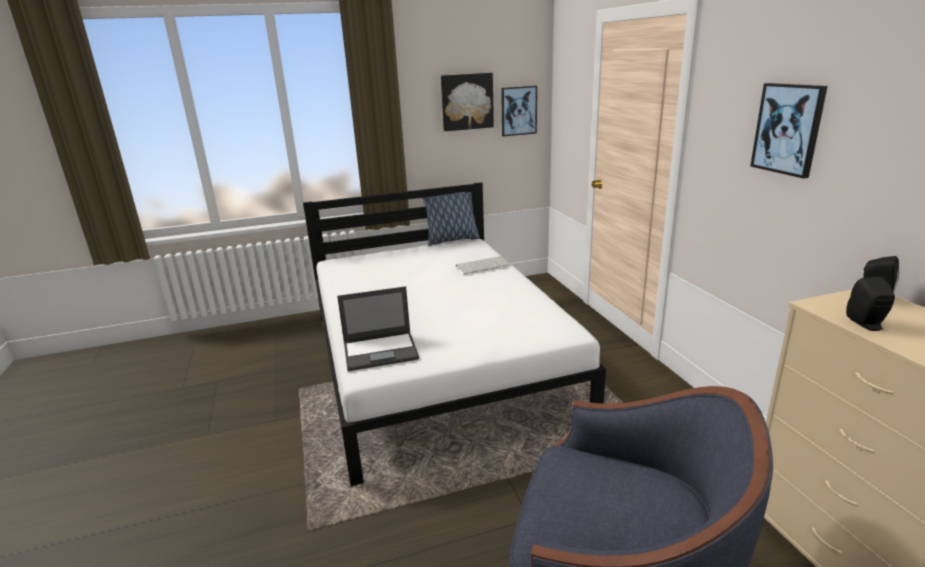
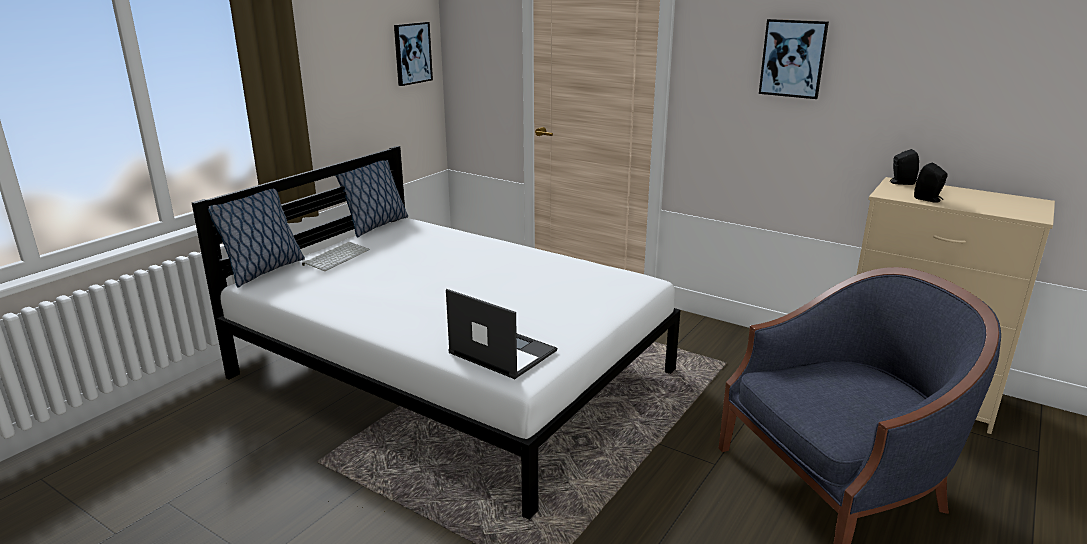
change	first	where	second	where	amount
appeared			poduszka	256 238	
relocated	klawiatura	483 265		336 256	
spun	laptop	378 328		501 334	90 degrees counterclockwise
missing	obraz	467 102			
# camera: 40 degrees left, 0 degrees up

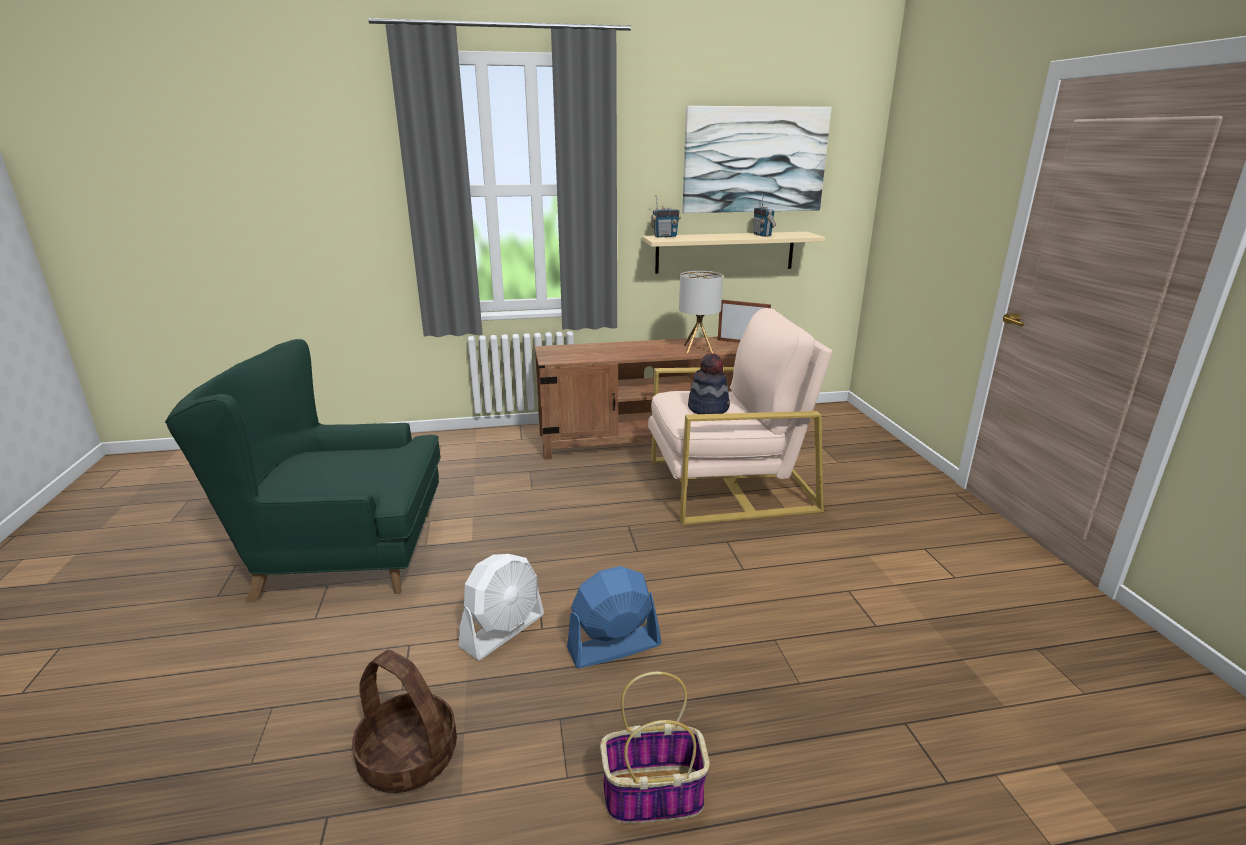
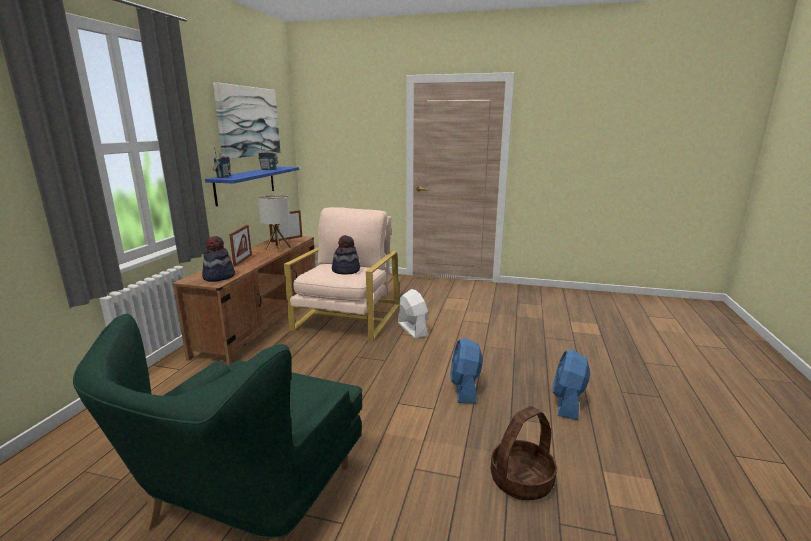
change	first	where	second	where	amount
appeared			kapelusz	218 259	
colour	półka (beżowy)	733 253	półka (niebieski)	252 186	
appeared			ramka na zdjęcie	240 246	
relocated	wentylator (biały)	501 607		413 313	
exchanged	koszyk	655 748	wentylator (niebieski)	571 384	
# camera: 65 degrees left, 5 degrees down

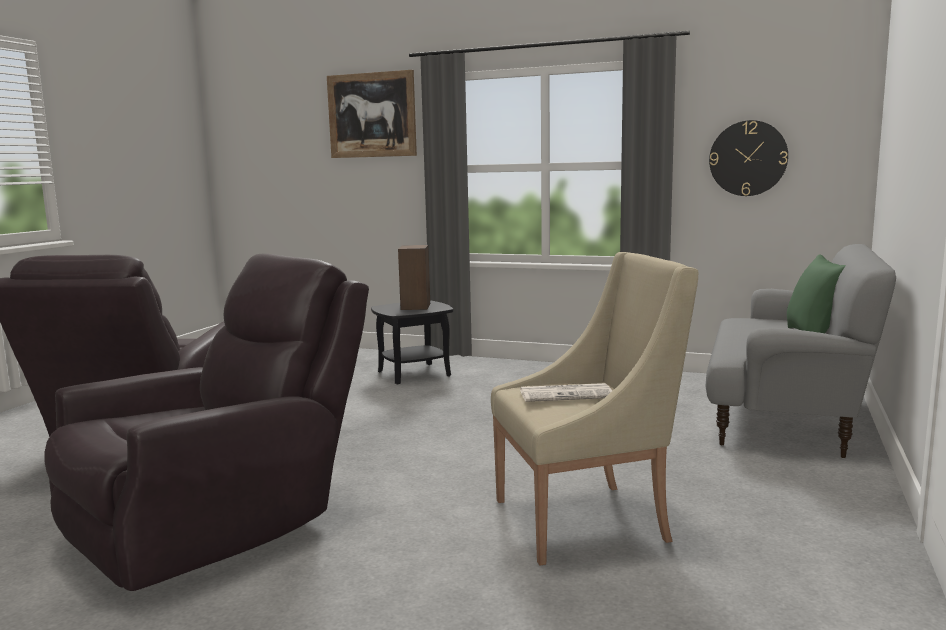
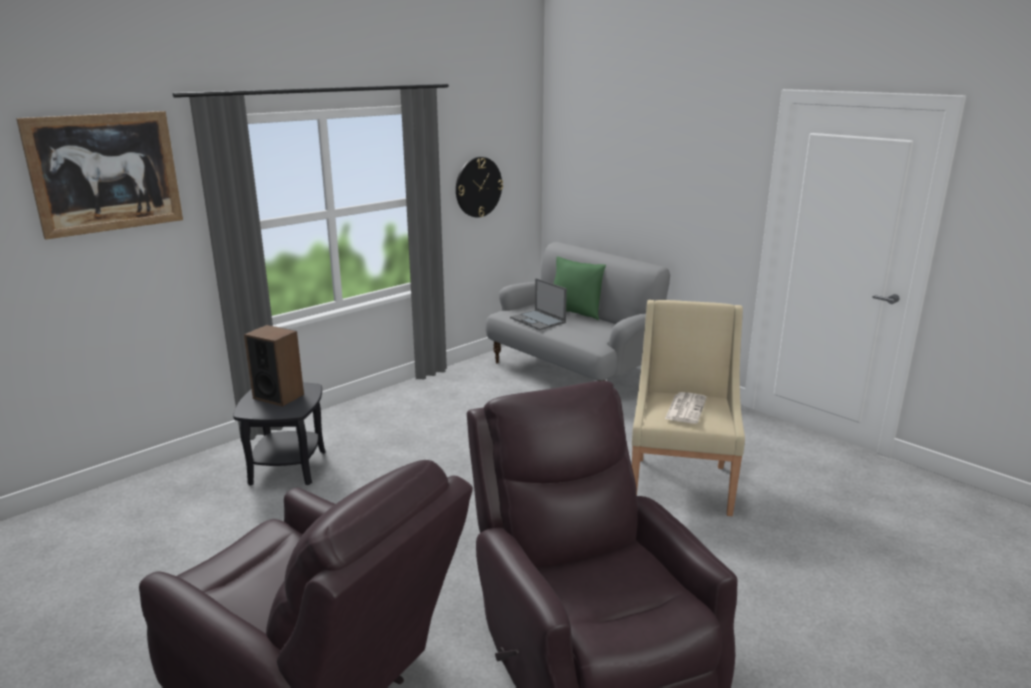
change	first	where	second	where	amount
appeared			laptop	538 304	
# camera: 65 degrees left, 10 degrees up

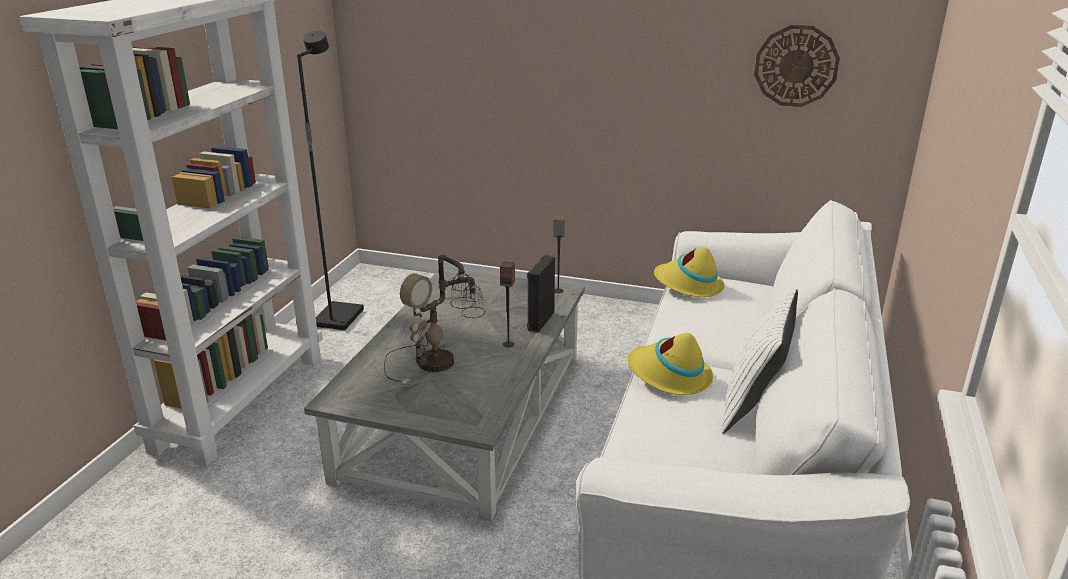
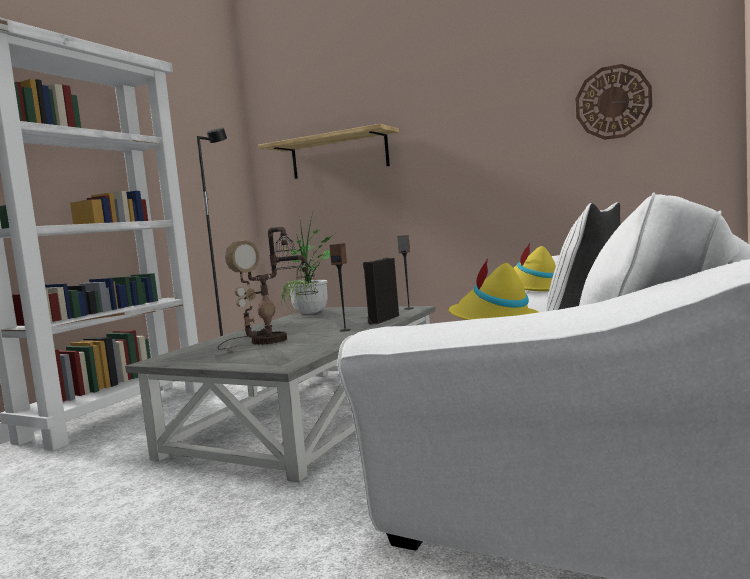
change	first	where	second	where	amount
appeared			półka	329 151	
appeared			roślina doniczkowa	307 261	
# camera: 10 degrees right, 20 degrees down

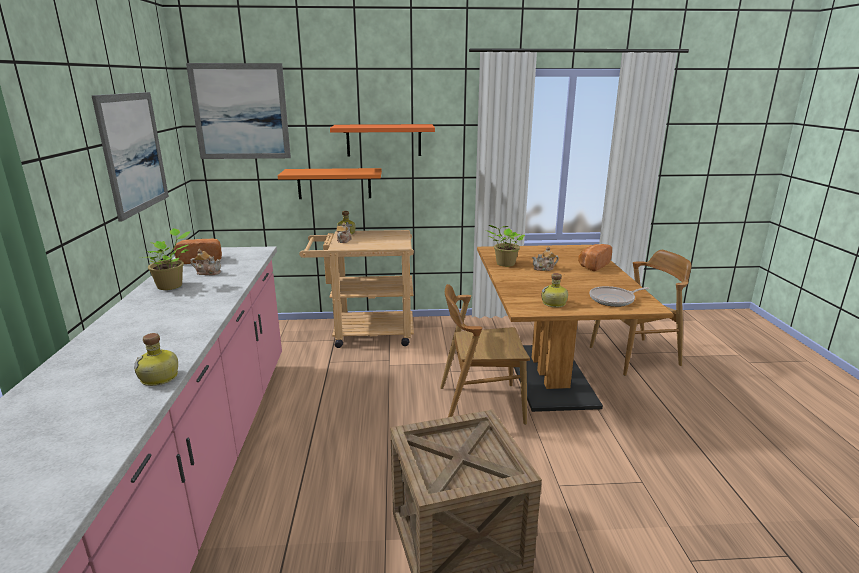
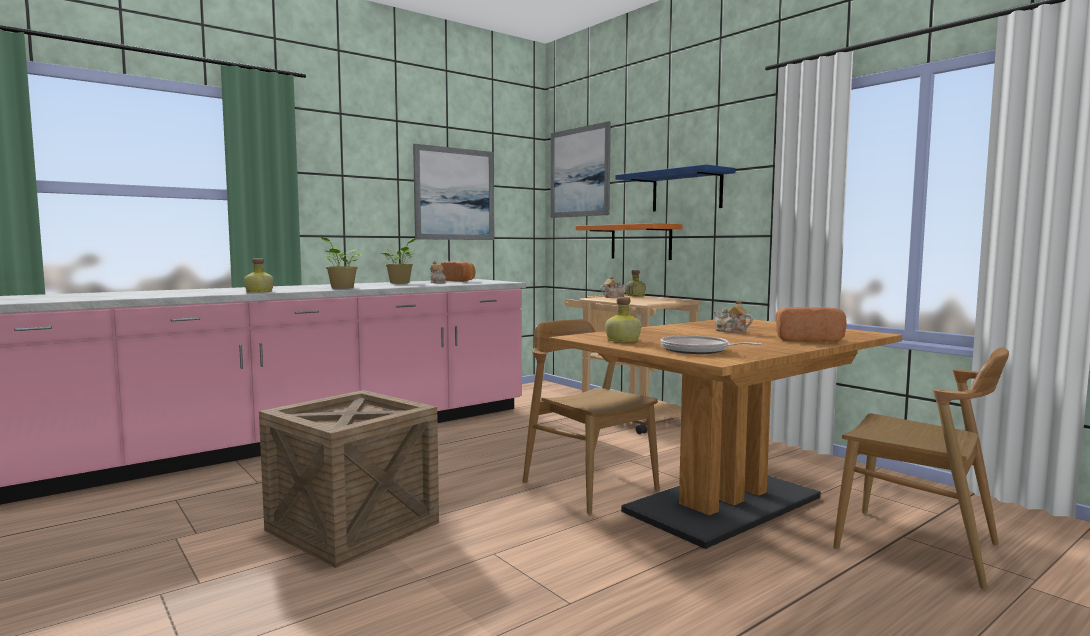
change	first	where	second	where	amount
relocated	roślina doniczkowa	505 246		342 263	
colour	półka (pomarańczowy)	382 140	półka (niebieski)	675 188	
# camera: 55 degrees right, 15 degrees down

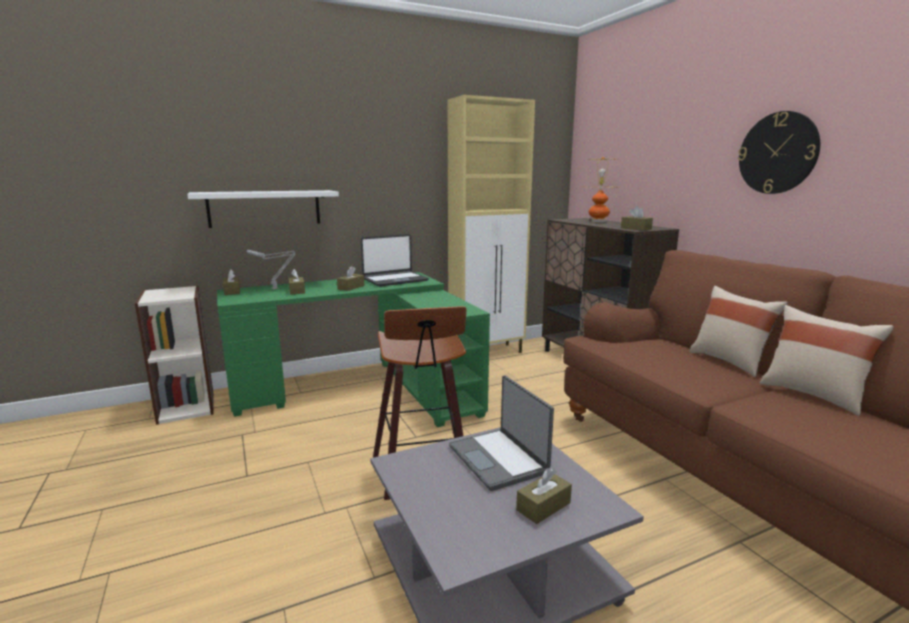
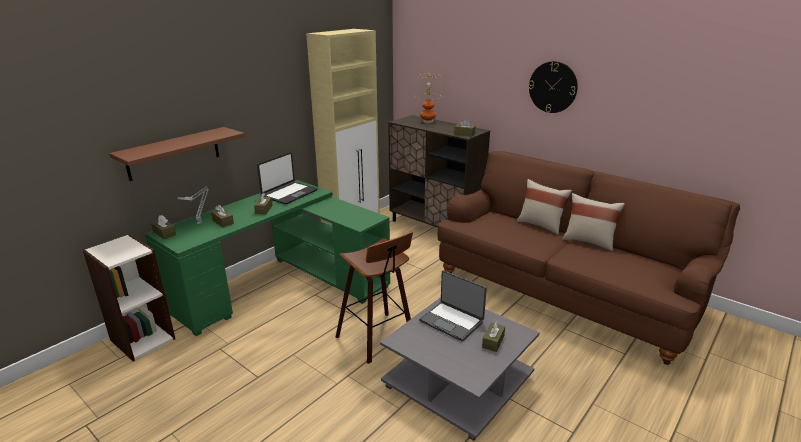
change	first	where	second	where	amount
colour	półka (biały)	263 209	półka (brązowy)	177 154	
# camera: 25 degrees left, 10 degrees up

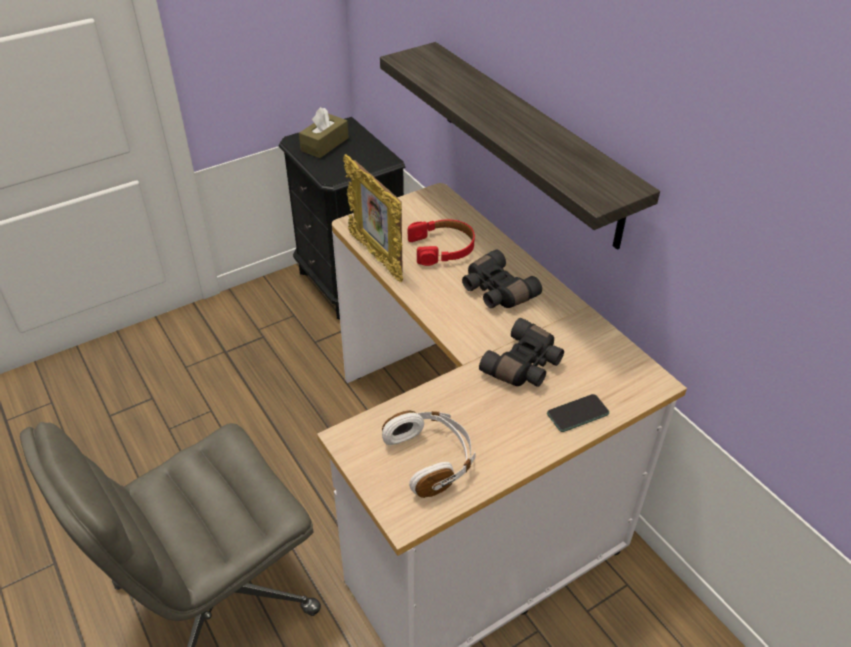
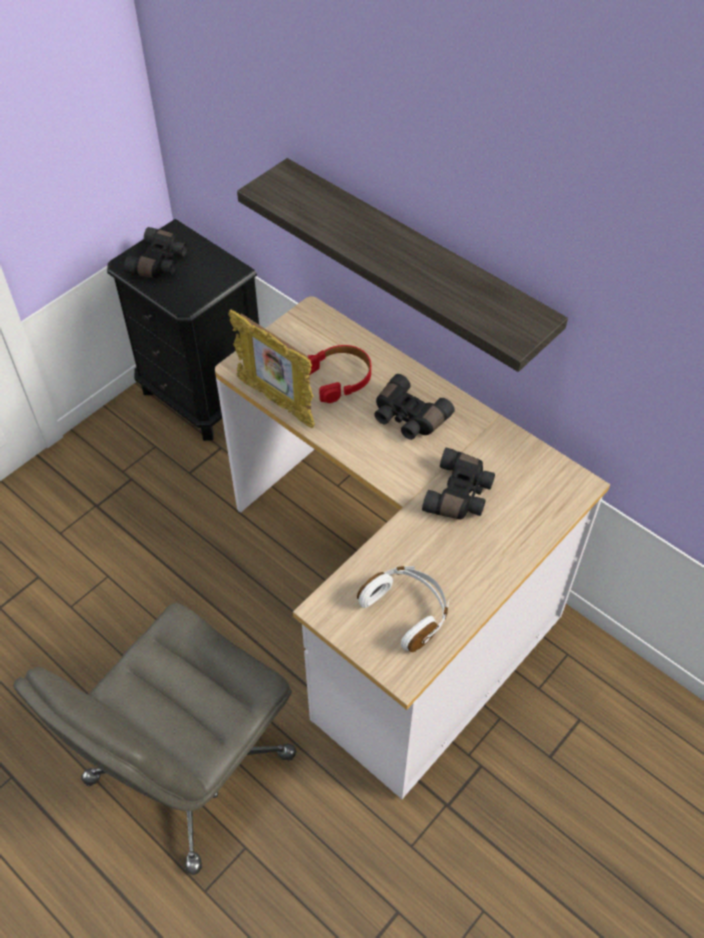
change	first	where	second	where	amount
exchanged	pudełko chusteczek (brązowy)	324 132	lornetka (czarny)	155 252	
missing	telefon	578 413			
# camera: 15 degrees left, 10 degrees up

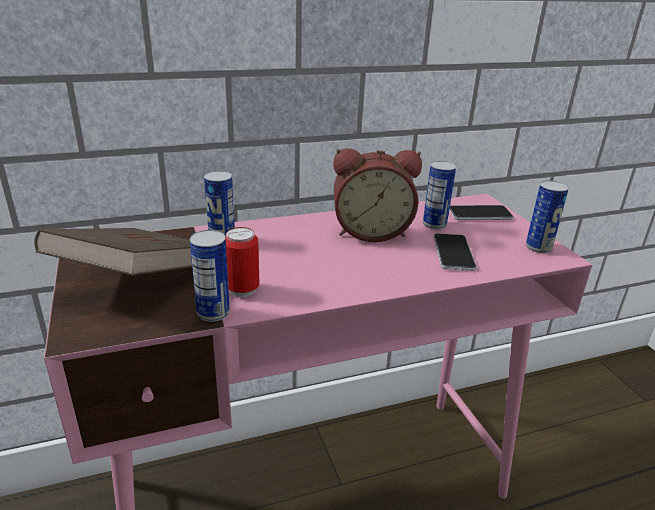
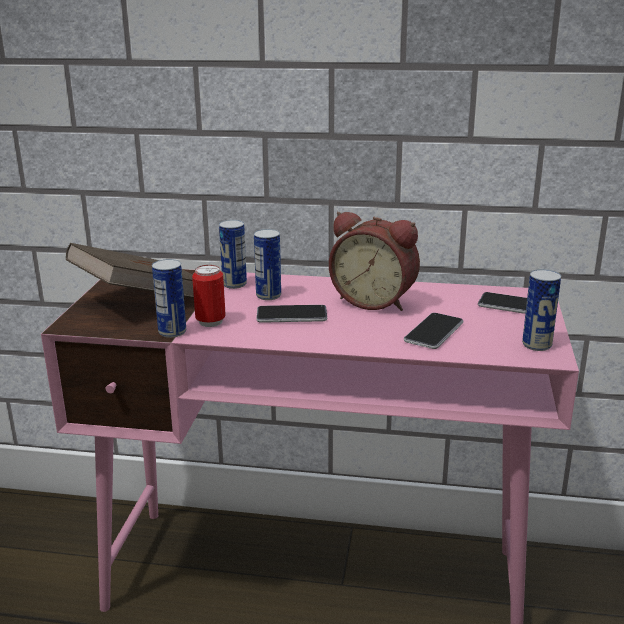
change	first	where	second	where	amount
relocated	puszka	439 195		267 264	
appeared			telefon	291 314	
# camera: 30 degrees right, 5 degrees down

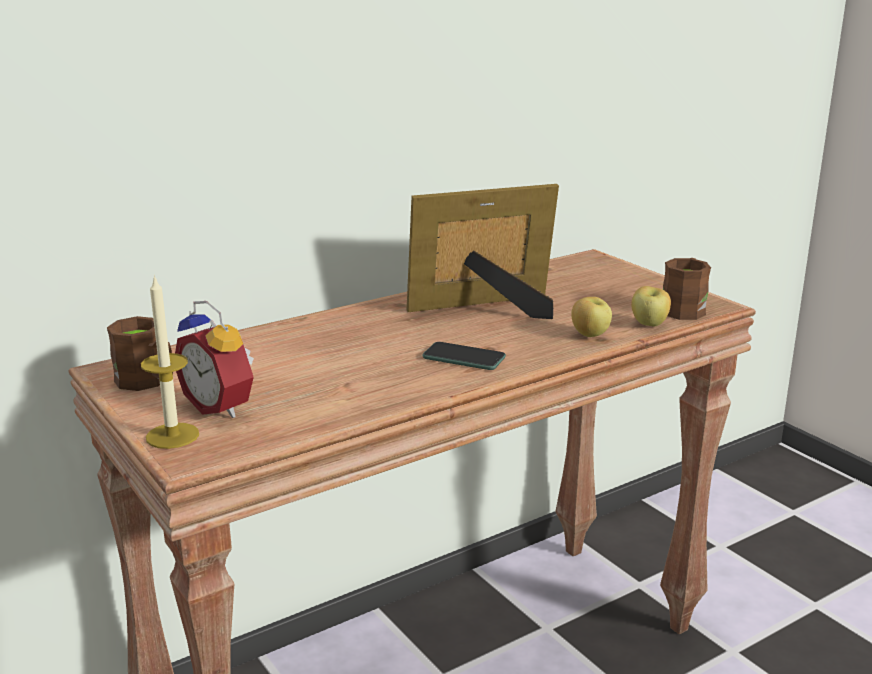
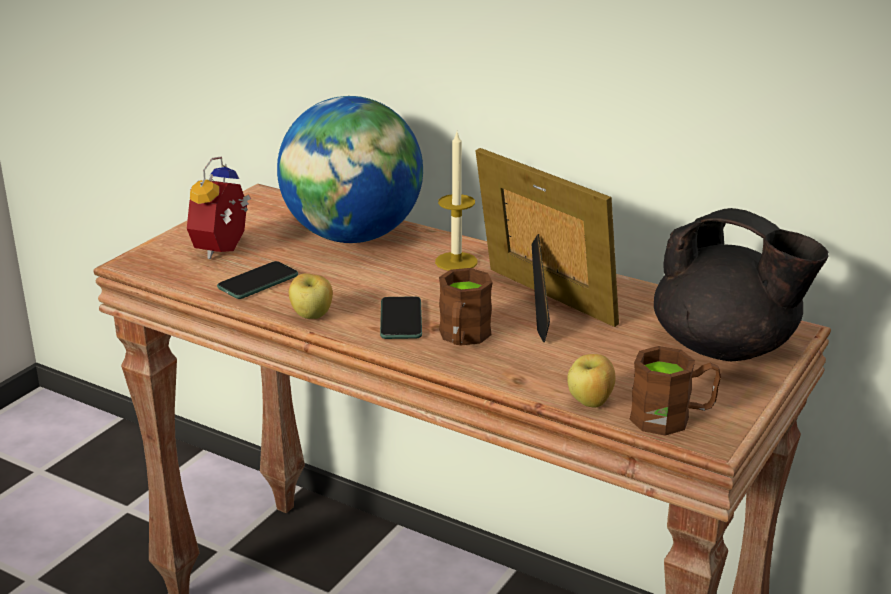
change	first	where	second	where	amount
appeared			telefon	257 280	
appeared			globus	350 169	
relocated	jabłko	591 317		311 296	
relocated	świeca	170 362		456 201	
relocated	kubek (brązowy)	140 353		466 307	
appeared			imbryk (czarny)	741 284	
# camera: 65 degrees right, 5 degrees up

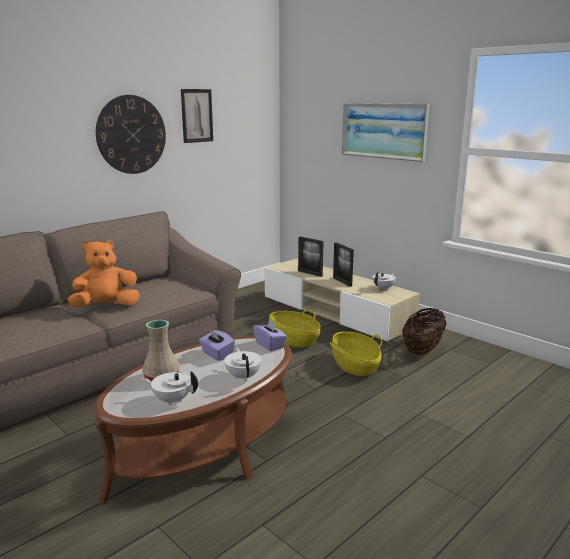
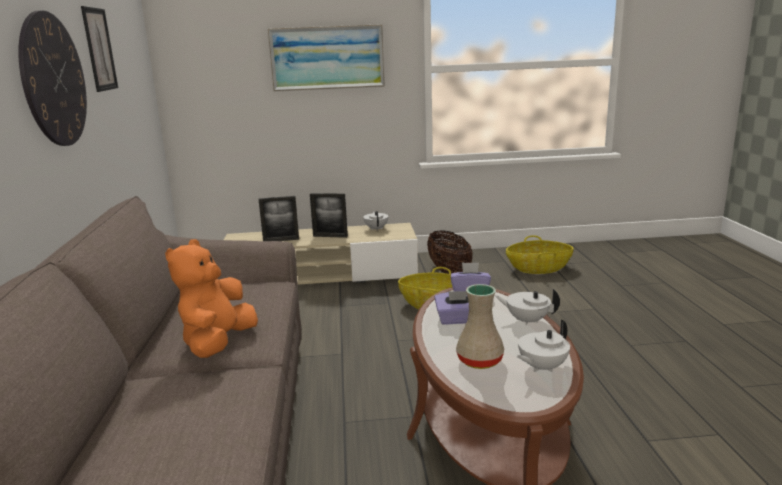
change	first	where	second	where	amount
relocated	koszyk	295 328		540 254	
# camera: 50 degrees left, 0 degrees up

